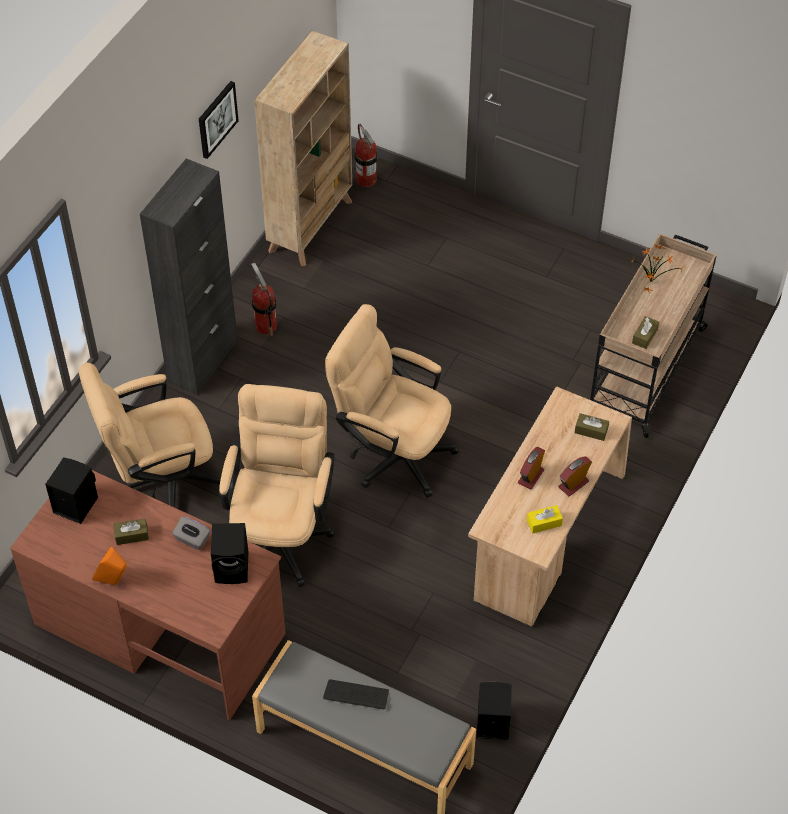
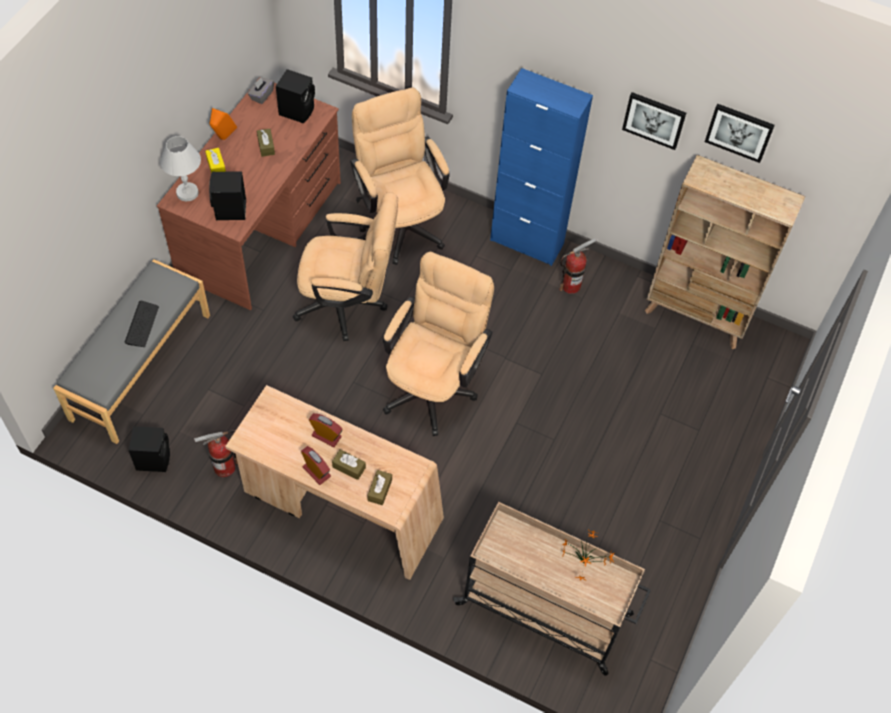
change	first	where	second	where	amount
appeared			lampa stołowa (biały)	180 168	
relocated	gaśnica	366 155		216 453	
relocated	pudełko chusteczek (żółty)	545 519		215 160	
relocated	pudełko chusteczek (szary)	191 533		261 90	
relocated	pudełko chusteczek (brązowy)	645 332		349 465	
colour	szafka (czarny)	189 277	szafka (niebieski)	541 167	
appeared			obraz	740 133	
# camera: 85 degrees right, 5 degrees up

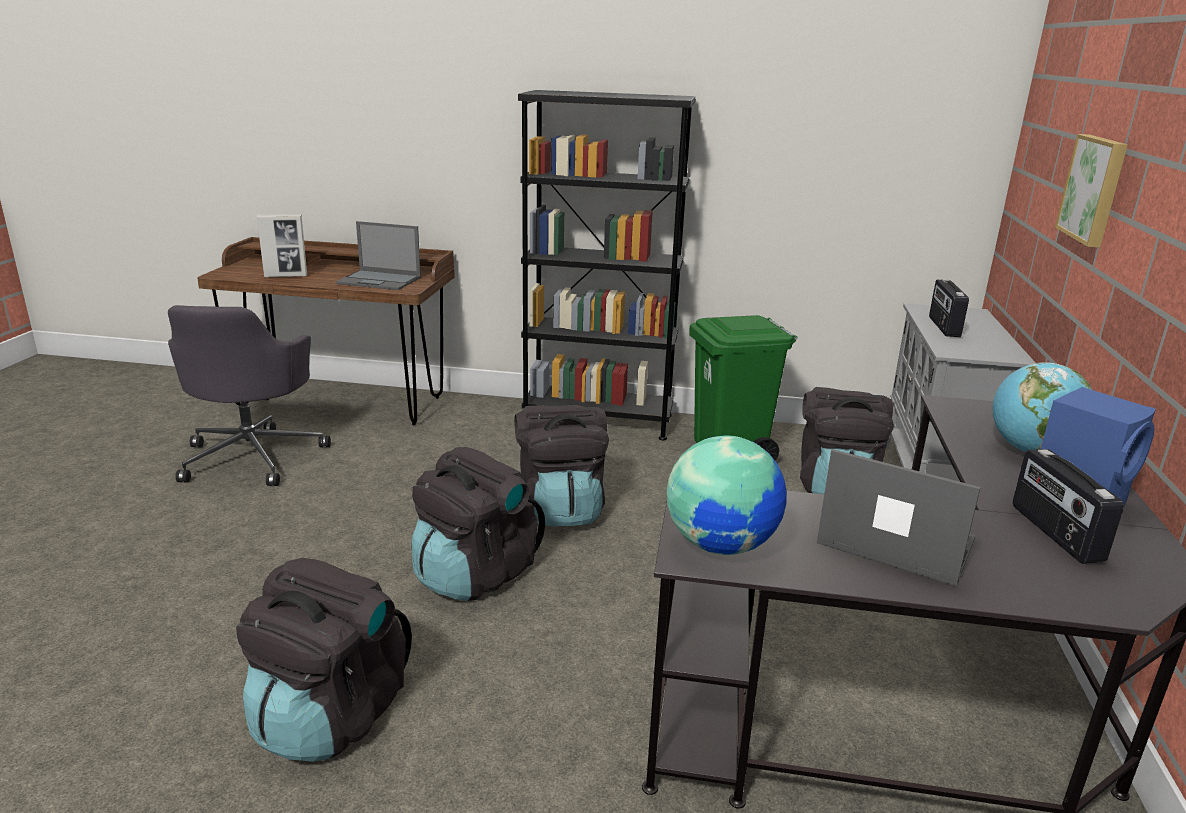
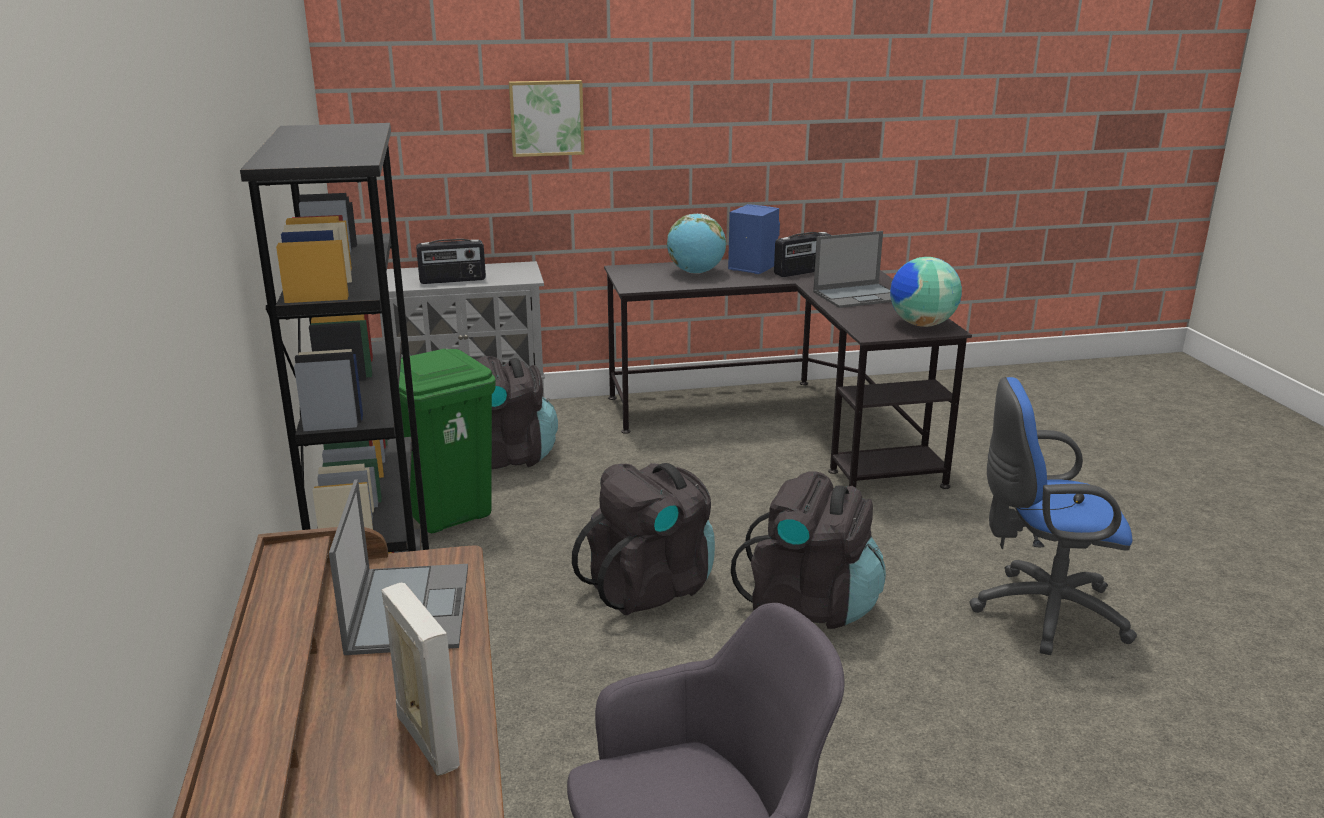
change	first	where	second	where	amount
spun	laptop	899 517		852 269	120 degrees counterclockwise
exchanged	plecak (czarny)	324 660	krzesło biurowe (niebieski)	1053 516	
# camera: 110 degrees left, 0 degrees up

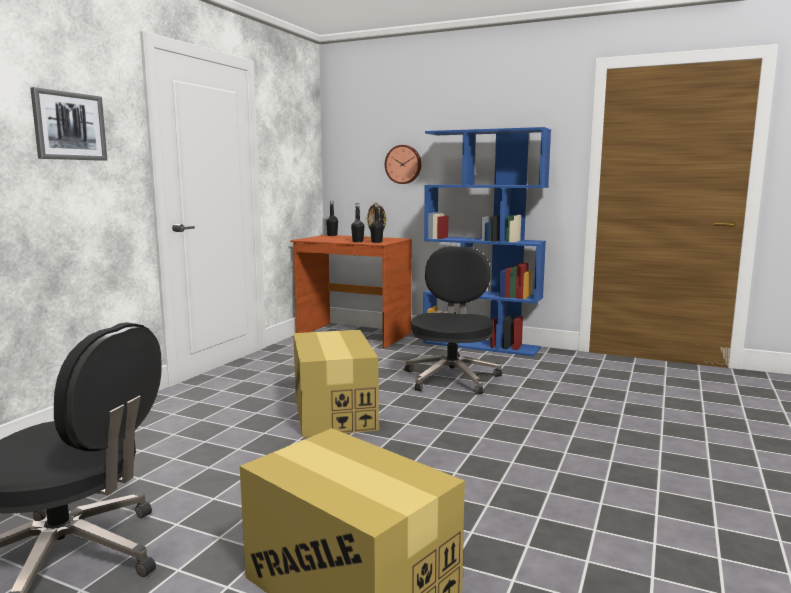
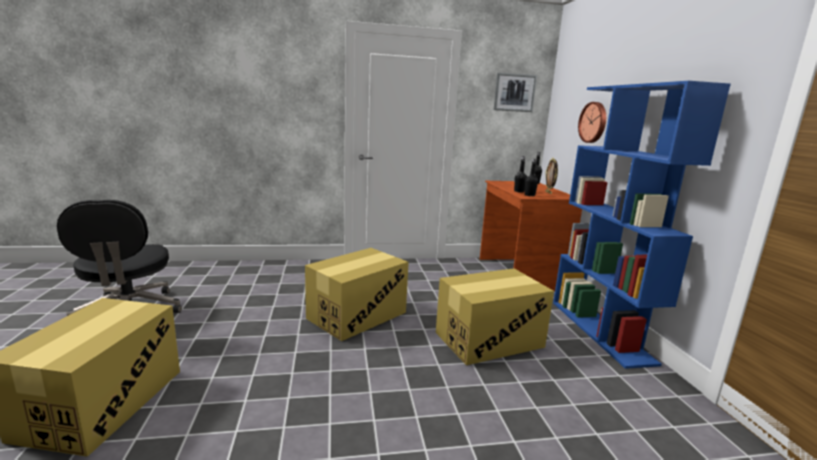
change	first	where	second	where	amount
exchanged	krzesło biurowe (czarny)	453 320	karton	495 316	
relocated	obraz	68 124		515 92	
# camera: 55 degrees right, 5 degrees up

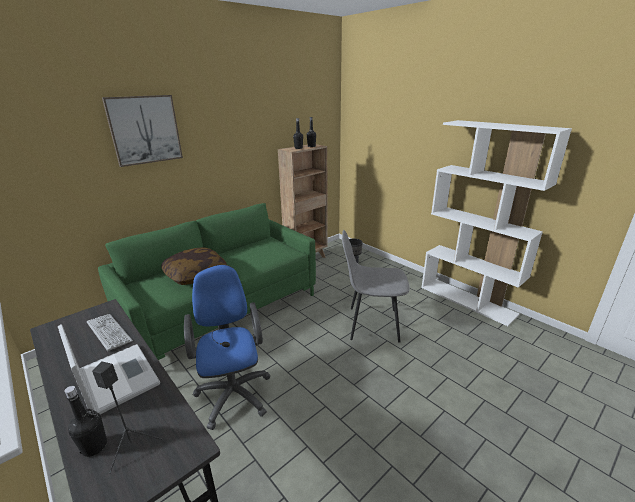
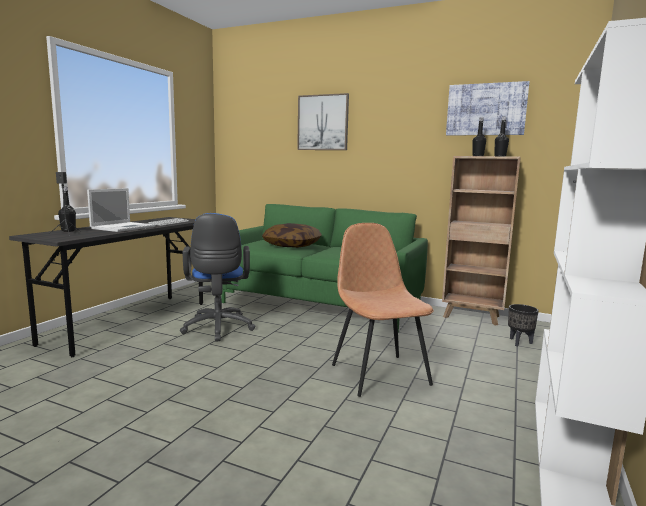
change	first	where	second	where	amount
spun	krzesło biurowe (niebieski)	227 347		218 277	120 degrees clockwise
colour	krzesło (szary)	376 286	krzesło (brązowy)	383 310	
appeared			obraz	488 108	
# camera: 65 degrees right, 15 degrees down

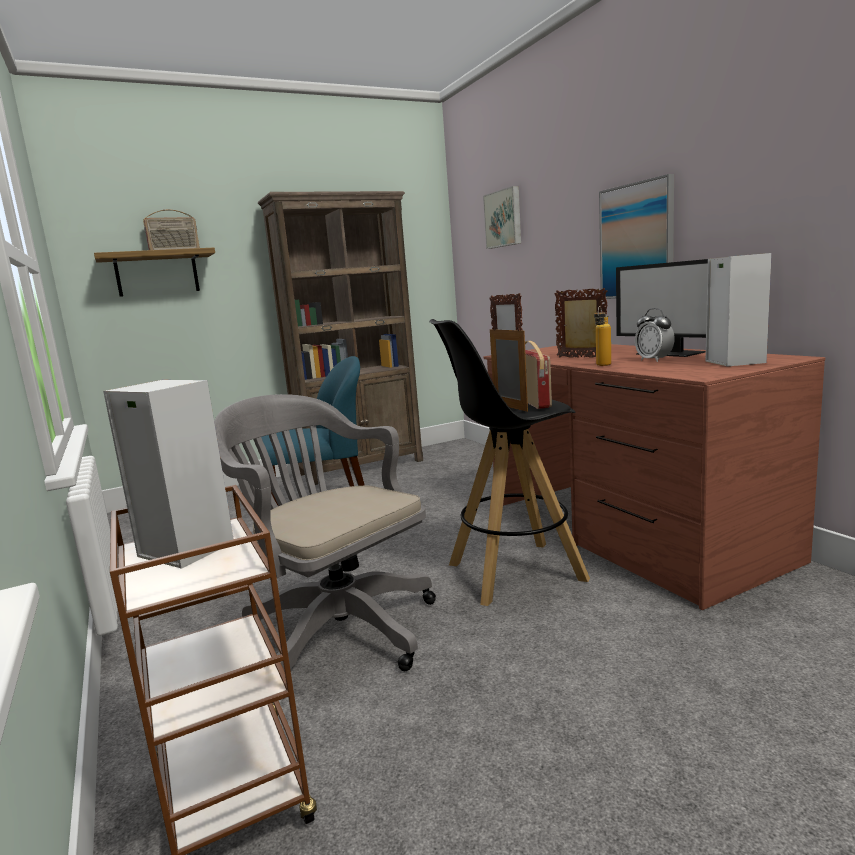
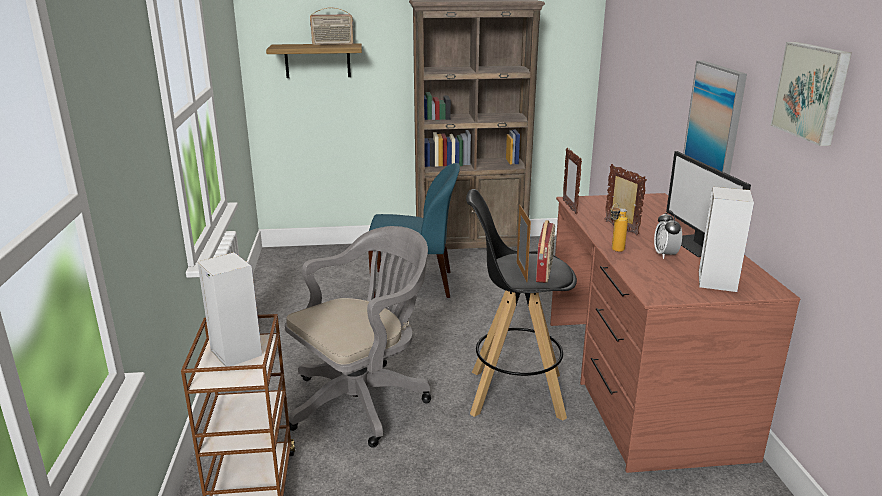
change	first	where	second	where	amount
spun	krzesło biurowe (szary)	325 532		358 337	75 degrees clockwise
relocated	obraz	502 217		811 94	
# camera: 20 degrees right, 10 degrees up

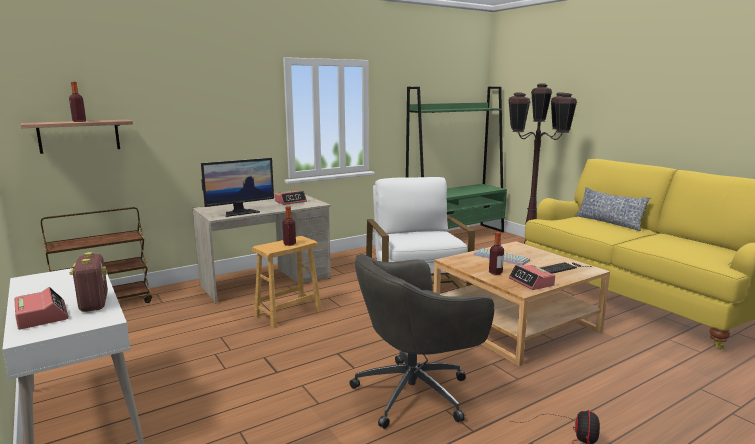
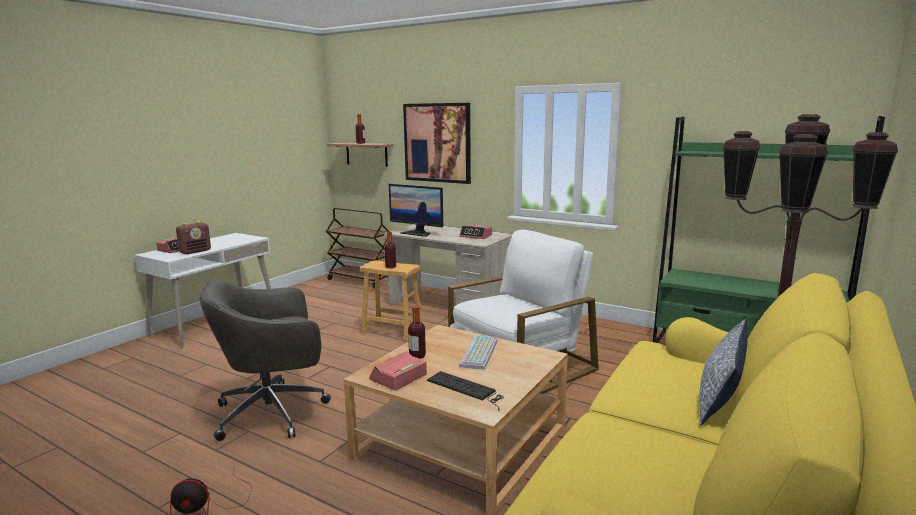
change	first	where	second	where	amount
spun	krzesło biurowe (szary)	421 341		265 361	60 degrees counterclockwise
appeared			obraz	437 143	
# camera: 65 degrees right, 0 degrees up

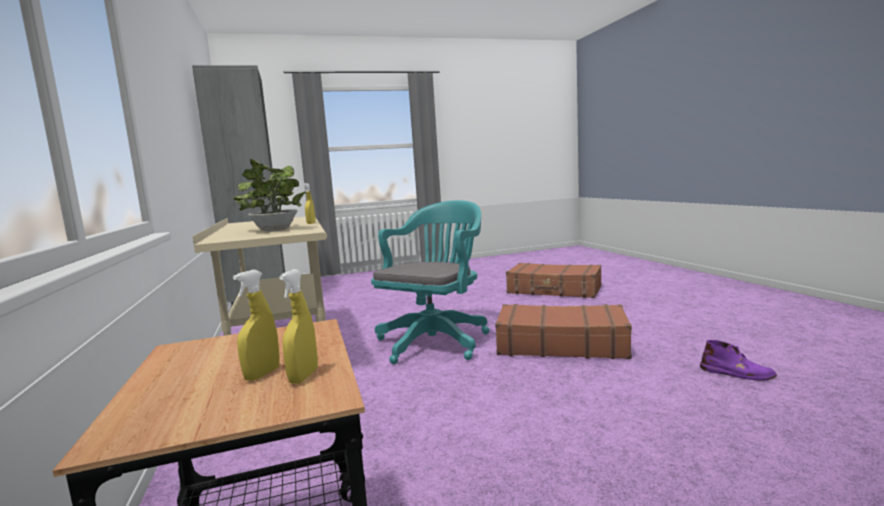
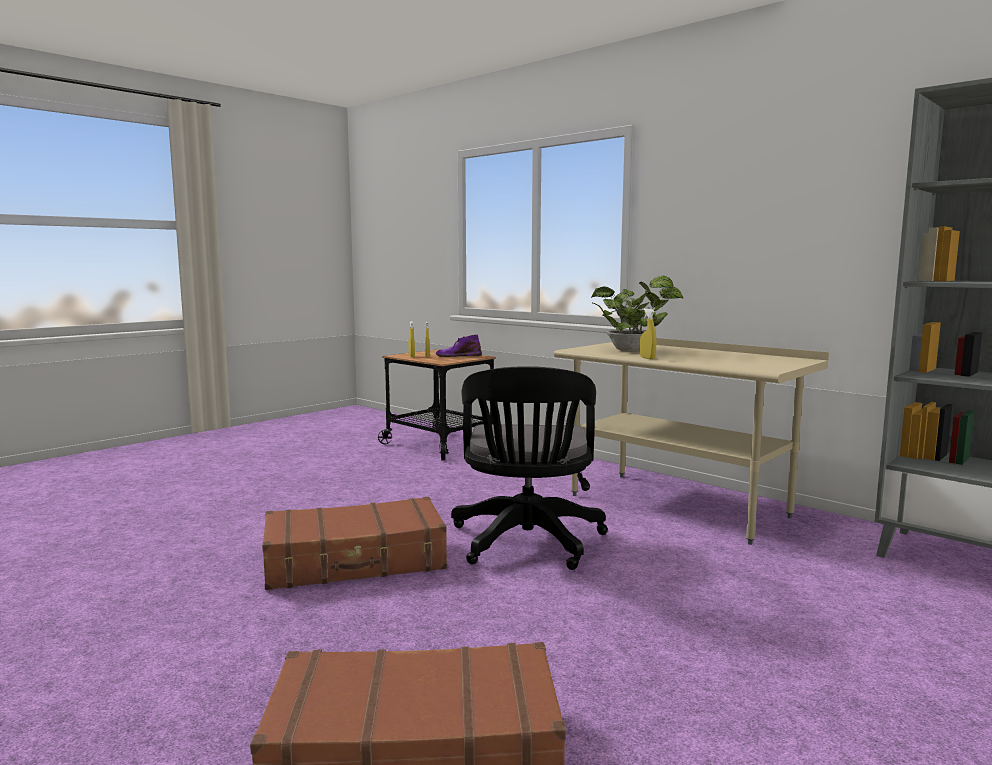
change	first	where	second	where	amount
relocated	but z cholewką (fioletowy)	738 360		459 345	
colour	krzesło biurowe (turkusowy)	430 282	krzesło biurowe (czarny)	529 468	
# camera: 150 degrees right, 0 degrees up

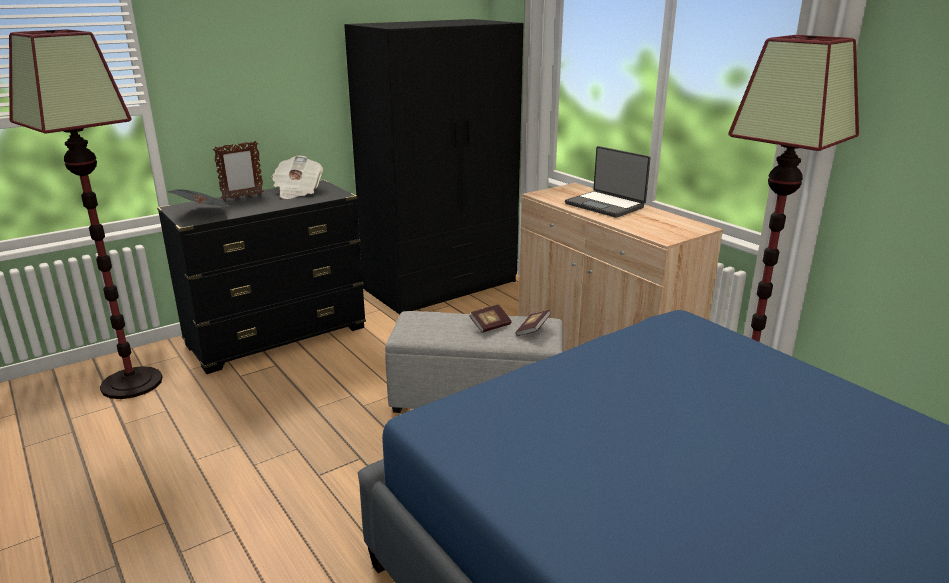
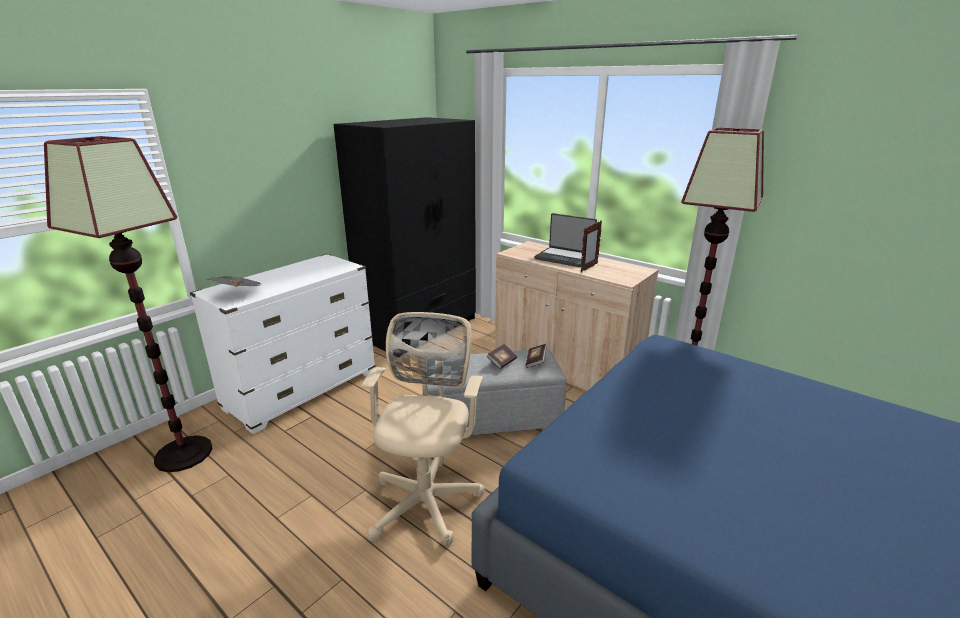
change	first	where	second	where	amount
colour	komoda (czarny)	261 276	komoda (biały)	283 344	
appeared			krzesło biurowe (beżowy)	423 428	
relocated	ramka na zdjęcie	238 170		591 246	
missing	gazeta	297 177			
# camera: 15 degrees left, 0 degrees up

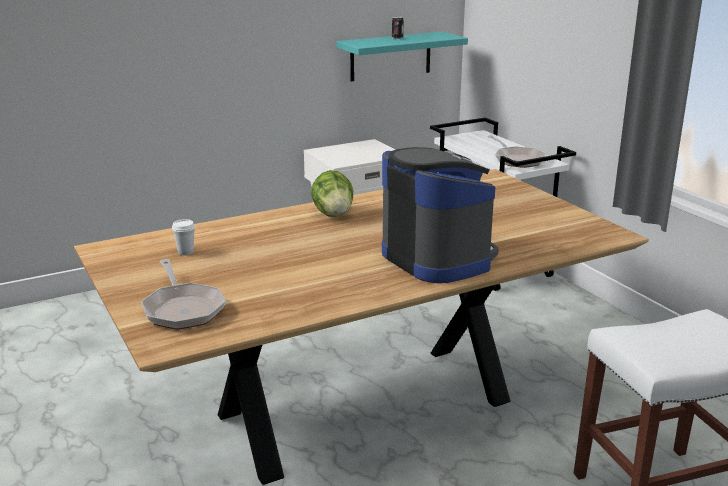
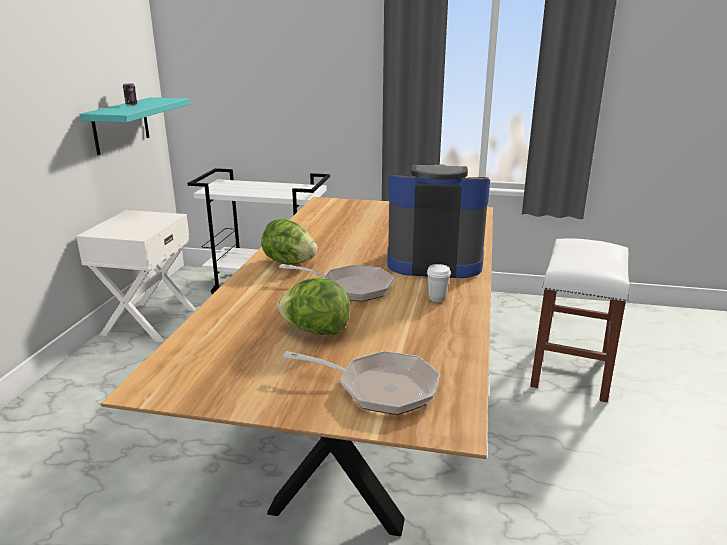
change	first	where	second	where	amount
appeared			sałata	313 306	
relocated	patelnia	516 151		336 283	
relocated	filiżanka (biały)	183 237		439 283	
# camera: 50 degrees left, 0 degrees up

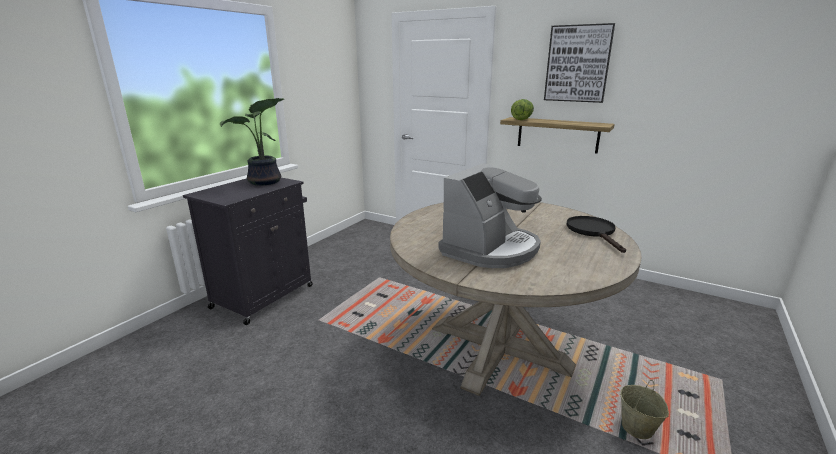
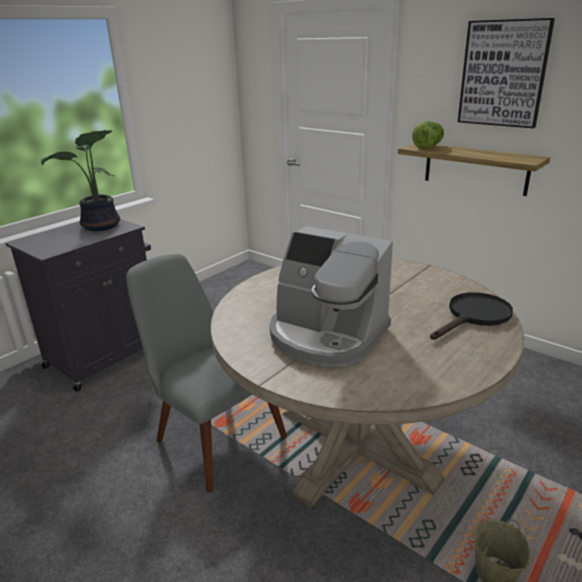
change	first	where	second	where	amount
appeared			krzesło (szary)	206 373	
spun	ekspres do kawy	490 215		331 296	75 degrees clockwise
spun	patelnia (czarny)	596 234		471 316	45 degrees clockwise
# camera: 10 degrees right, 5 degrees up

